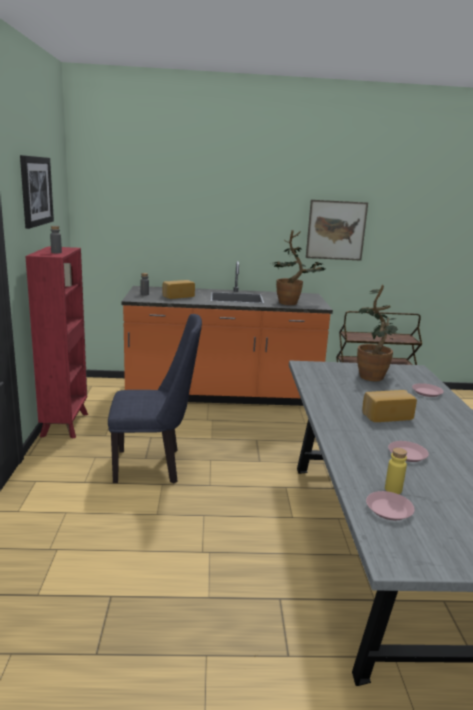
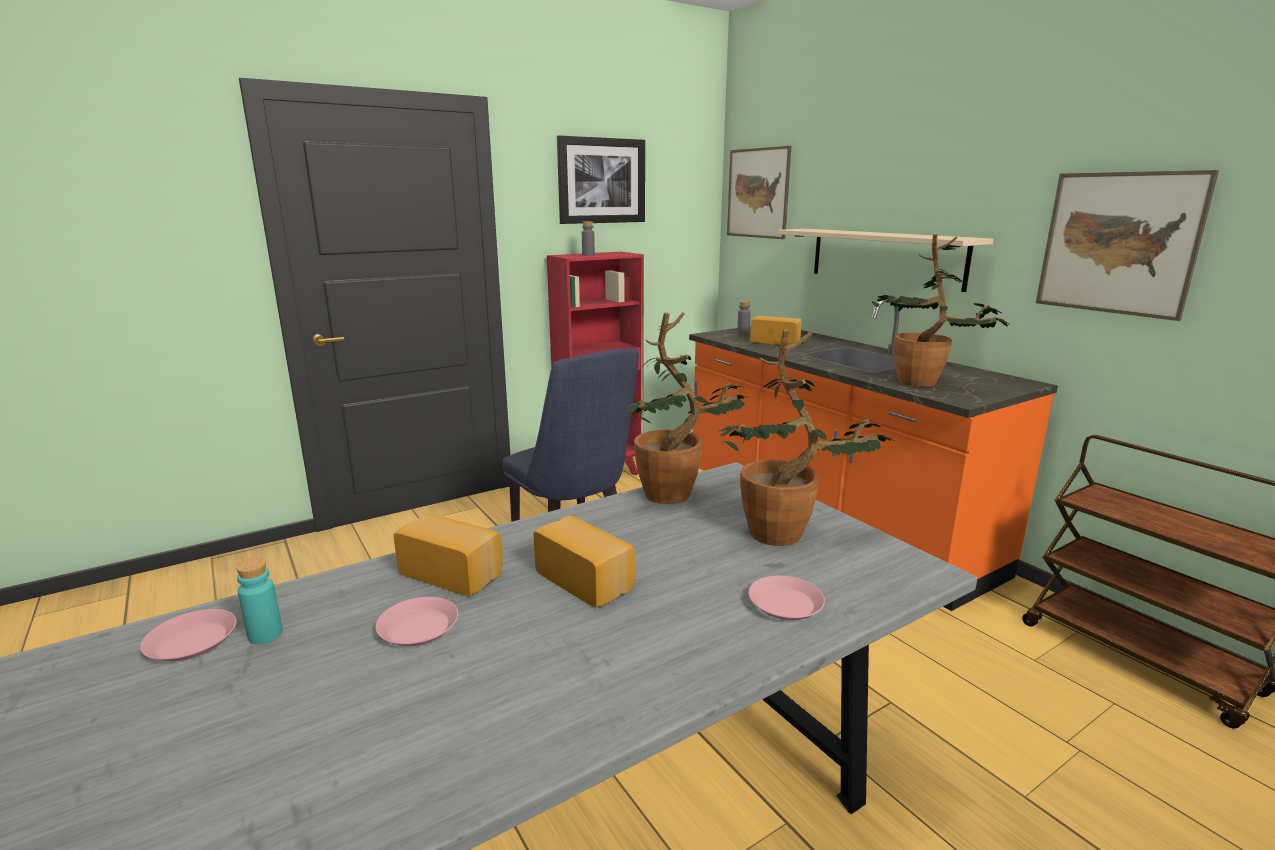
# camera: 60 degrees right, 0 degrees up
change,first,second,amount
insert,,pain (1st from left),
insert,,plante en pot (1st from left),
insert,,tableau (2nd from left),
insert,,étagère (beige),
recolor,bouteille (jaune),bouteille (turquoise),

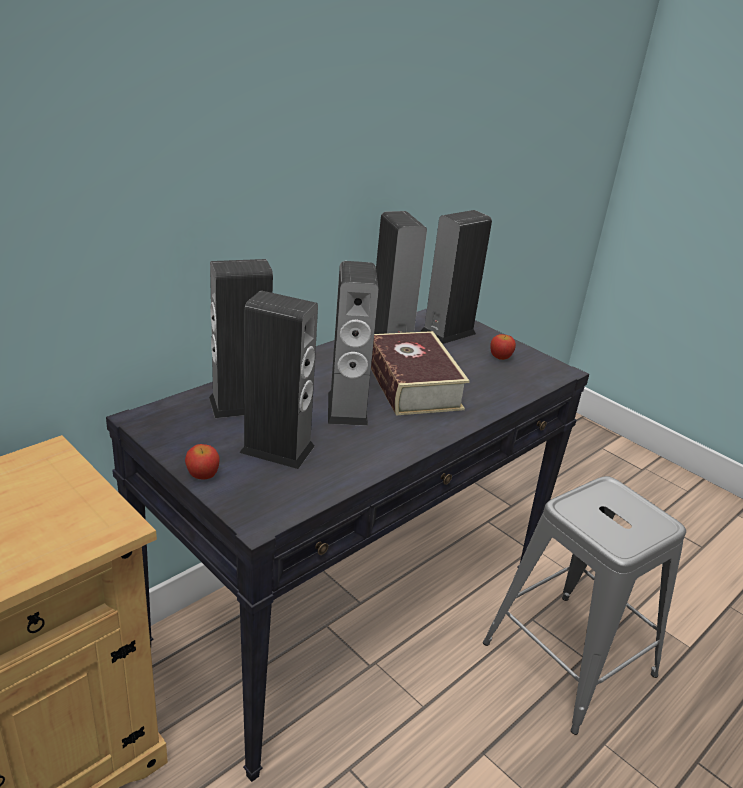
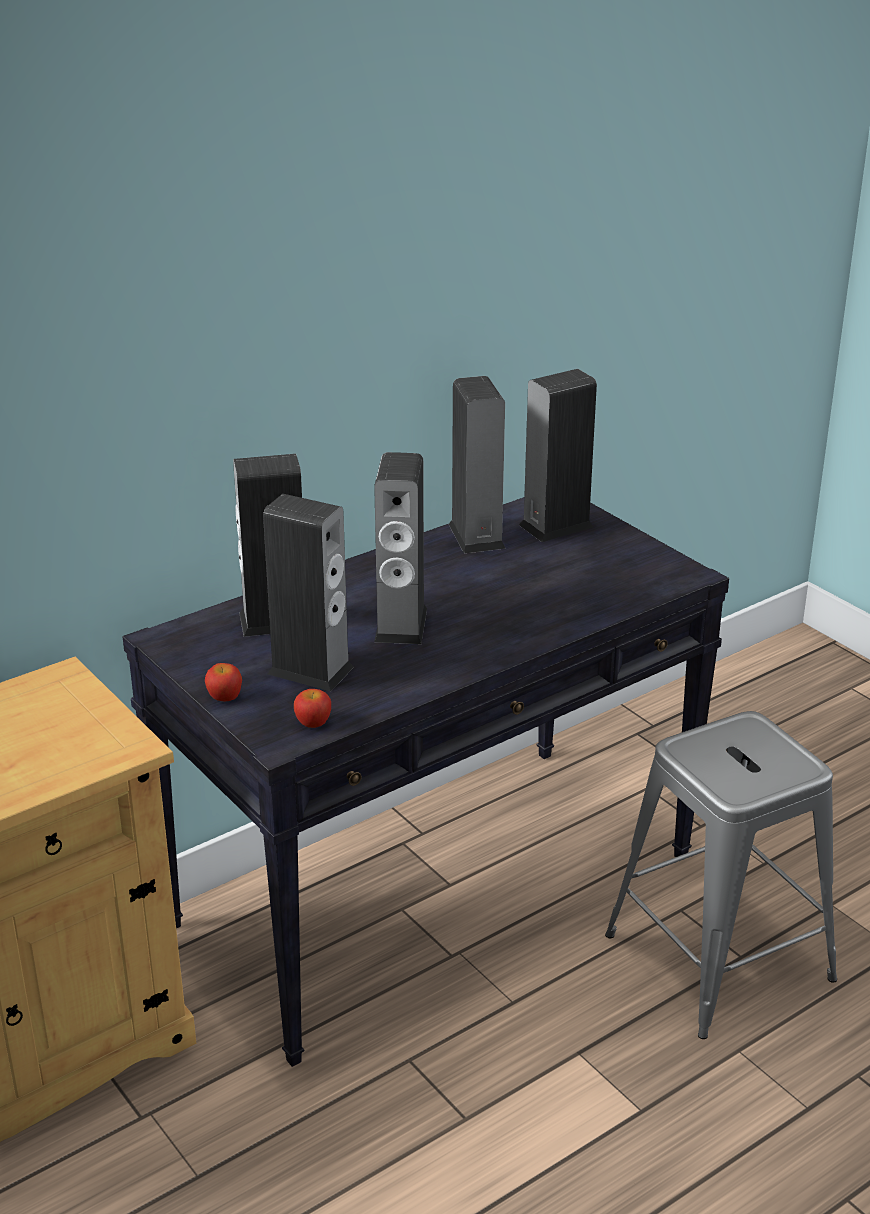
# camera: 10 degrees right, 0 degrees up
change,first,second,amount
delete,livre,,
move,pomme (2nd from left),,

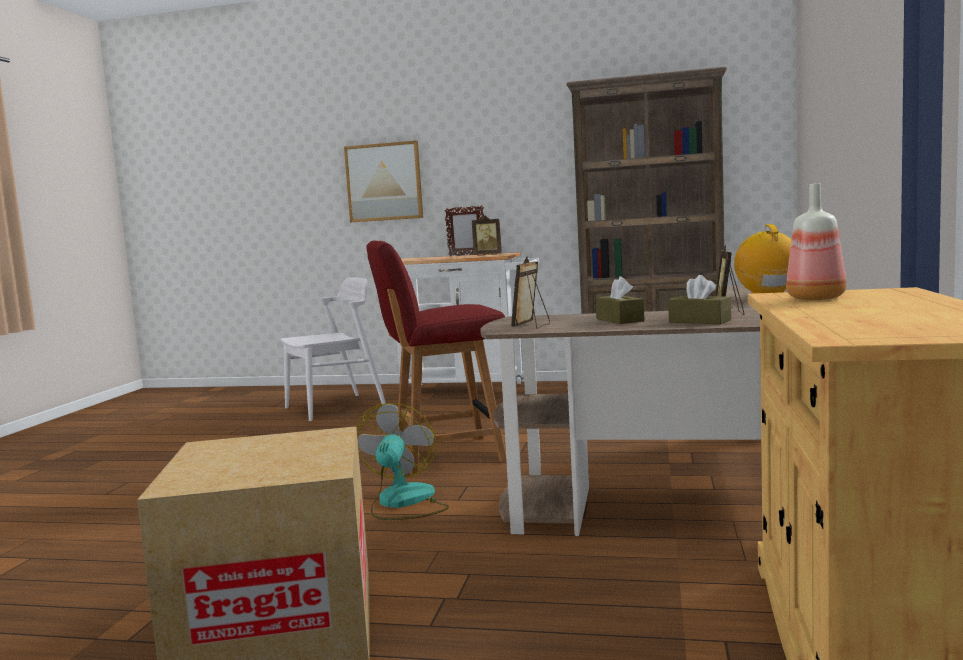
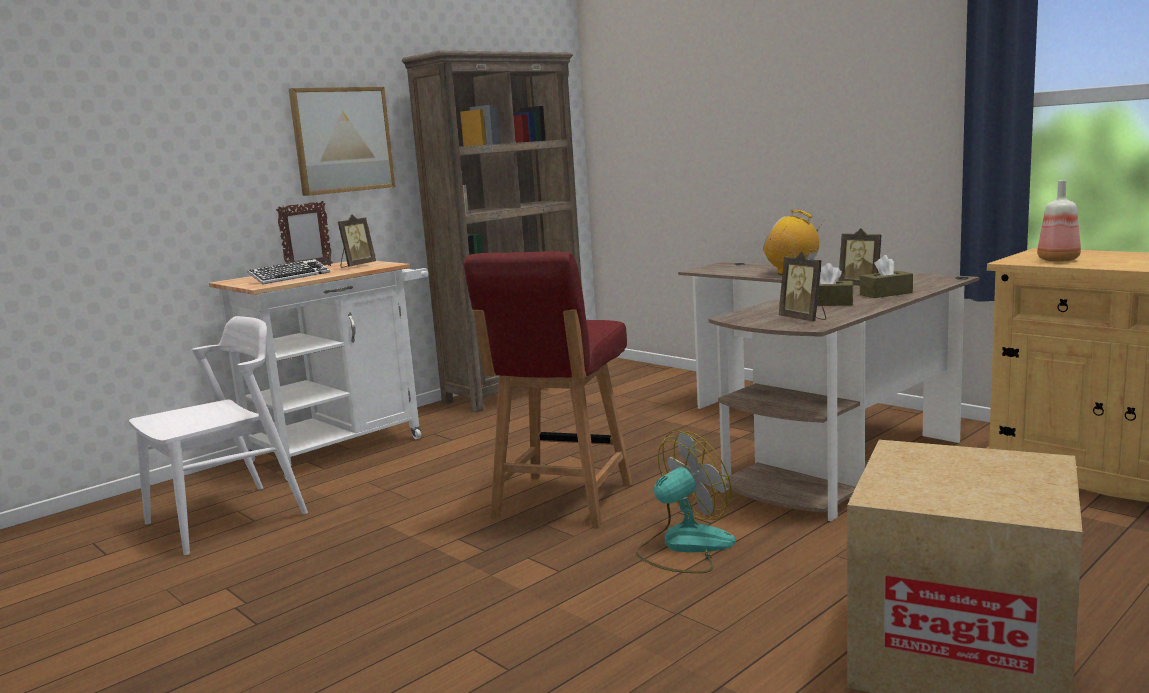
# camera: 55 degrees left, 5 degrees up
change,first,second,amount
insert,,clavier,
move,tableau,,
rotate,chaise (blanc),,45 degrees clockwise
rotate,ventilateur,,105 degrees clockwise

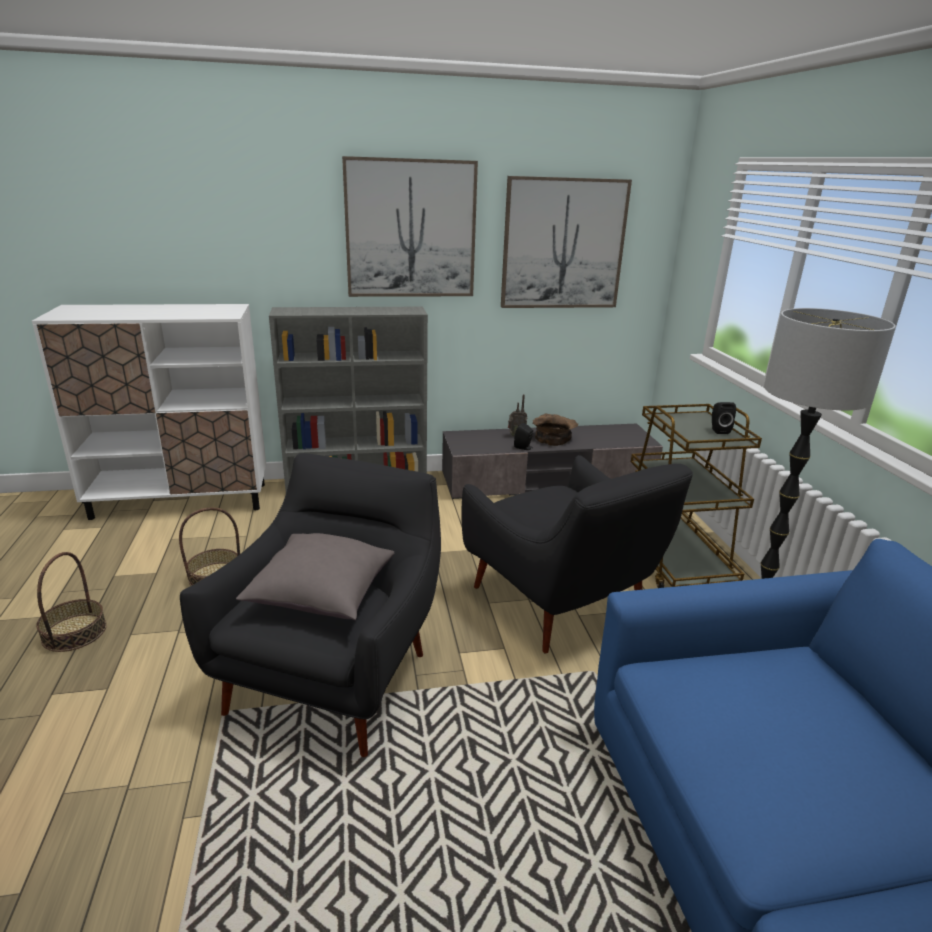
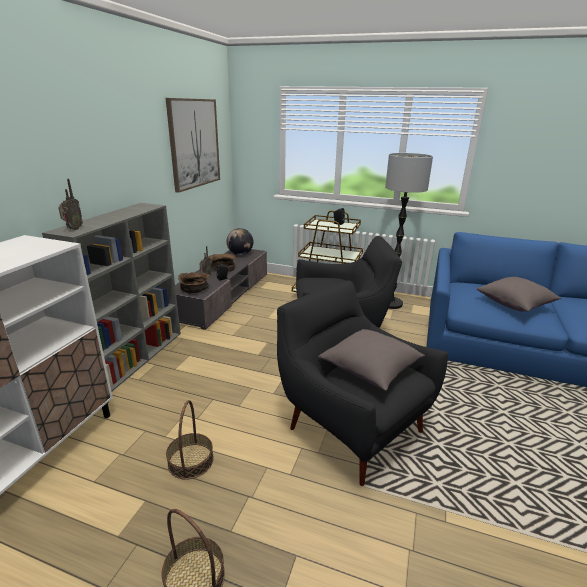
# camera: 60 degrees left, 0 degrees up
change,first,second,amount
delete,tableau (1st from left),,
insert,,radio (1st from left),
insert,,bol (marron) (1st from left),
insert,,globe,
insert,,coussin (gris) (2nd from left),

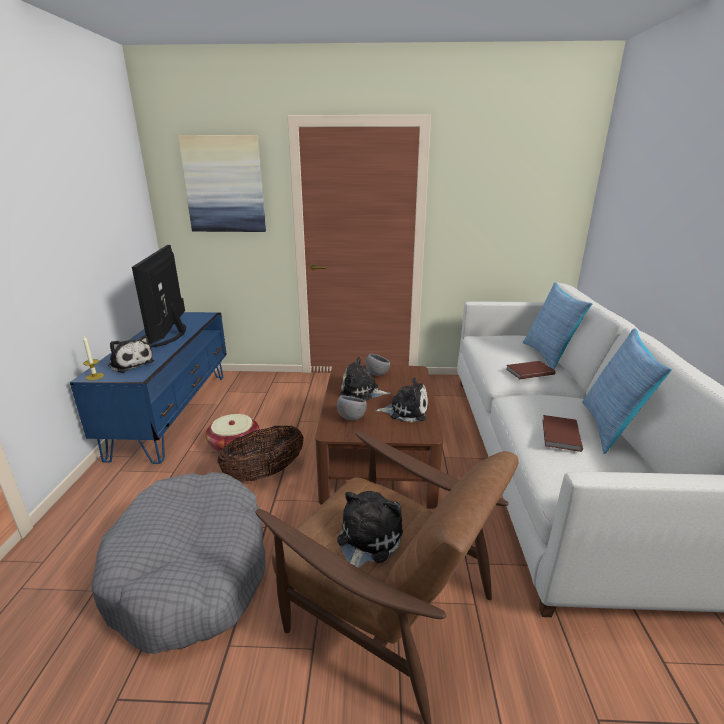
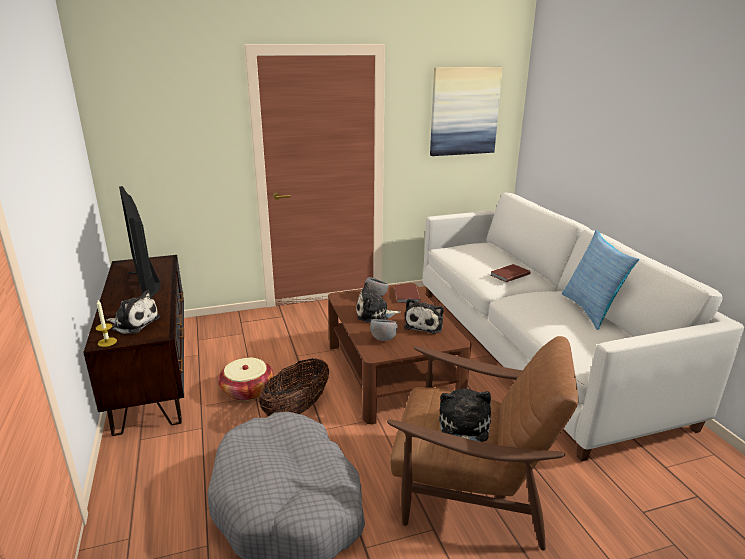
# camera: 20 degrees left, 0 degrees up
change,first,second,amount
delete,coussin (1st from left),,
move,tableau,,
move,livre (marron) (2nd from left in the first image),livre (marron) (1st from left),
recolor,meuble télé (bleu),meuble télé (marron),
rotate,peluche (4th from left in the first image),peluche (3rd from left),120 degrees clockwise

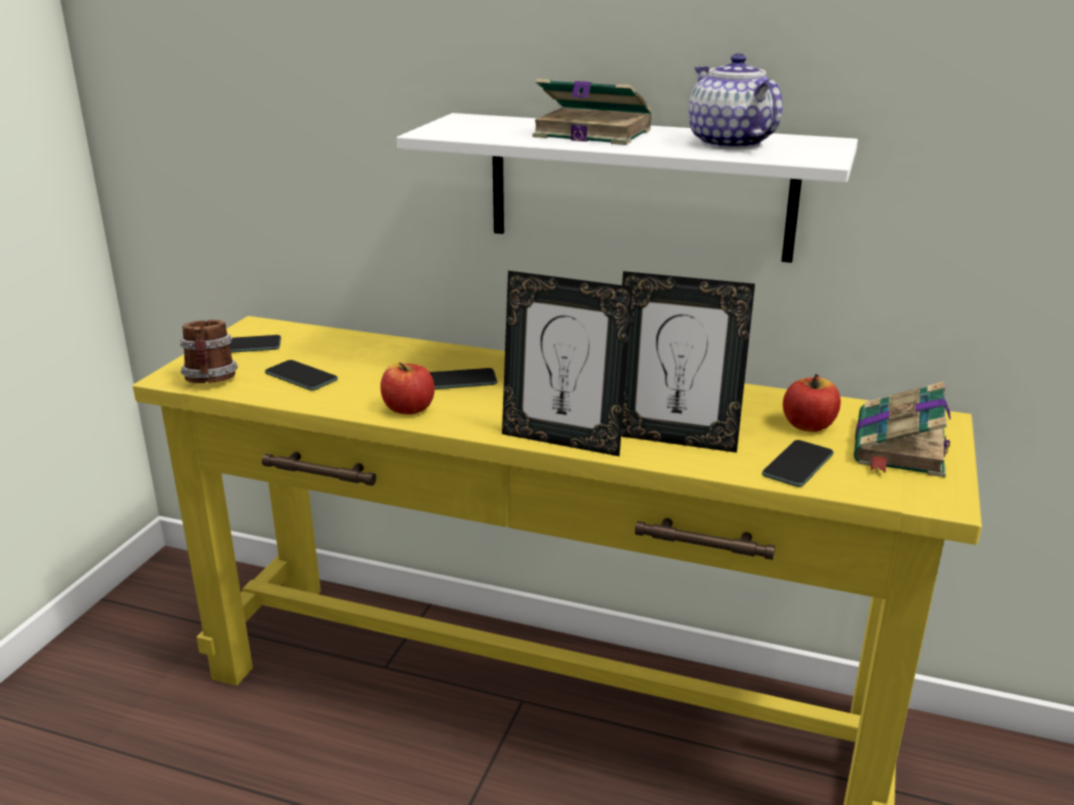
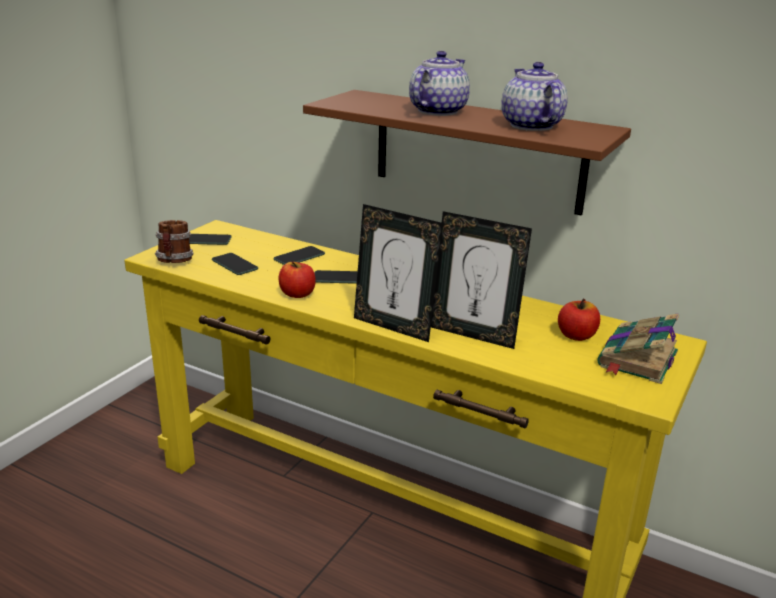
# camera: 10 degrees right, 0 degrees up
change,first,second,amount
move,téléphone (4th from left in the first image),téléphone (3rd from left),
replace,livre (1st from left),théière (1st from left),
recolor,étagère (blanc),étagère (marron),

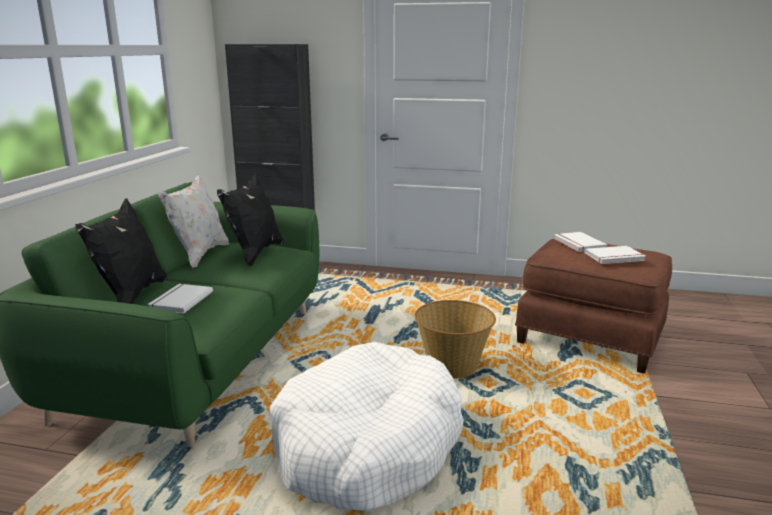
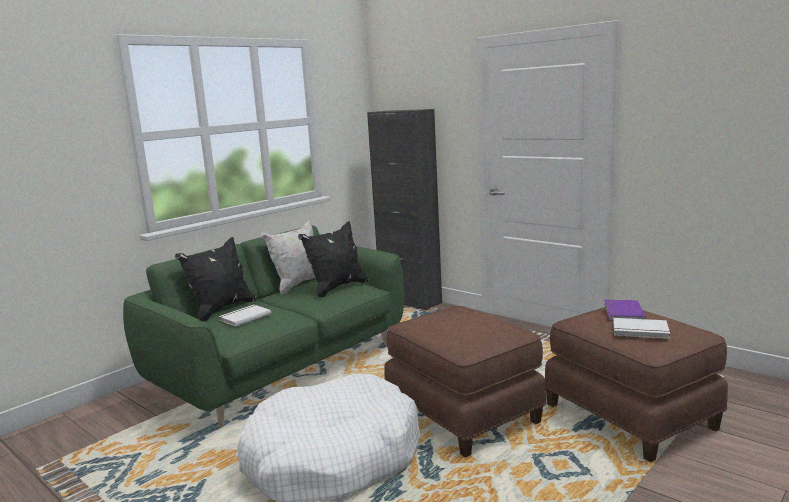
# camera: 30 degrees right, 5 degrees down
change,first,second,amount
replace,panier,pouf (marron) (1st from left),
recolor,livre (blanc) (2nd from left),livre (violet),

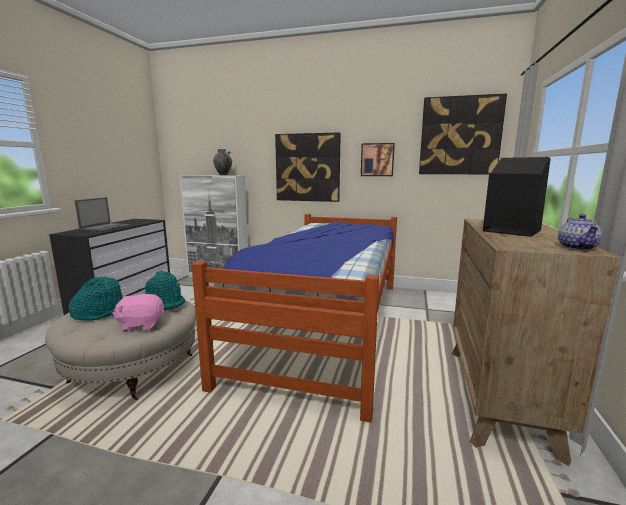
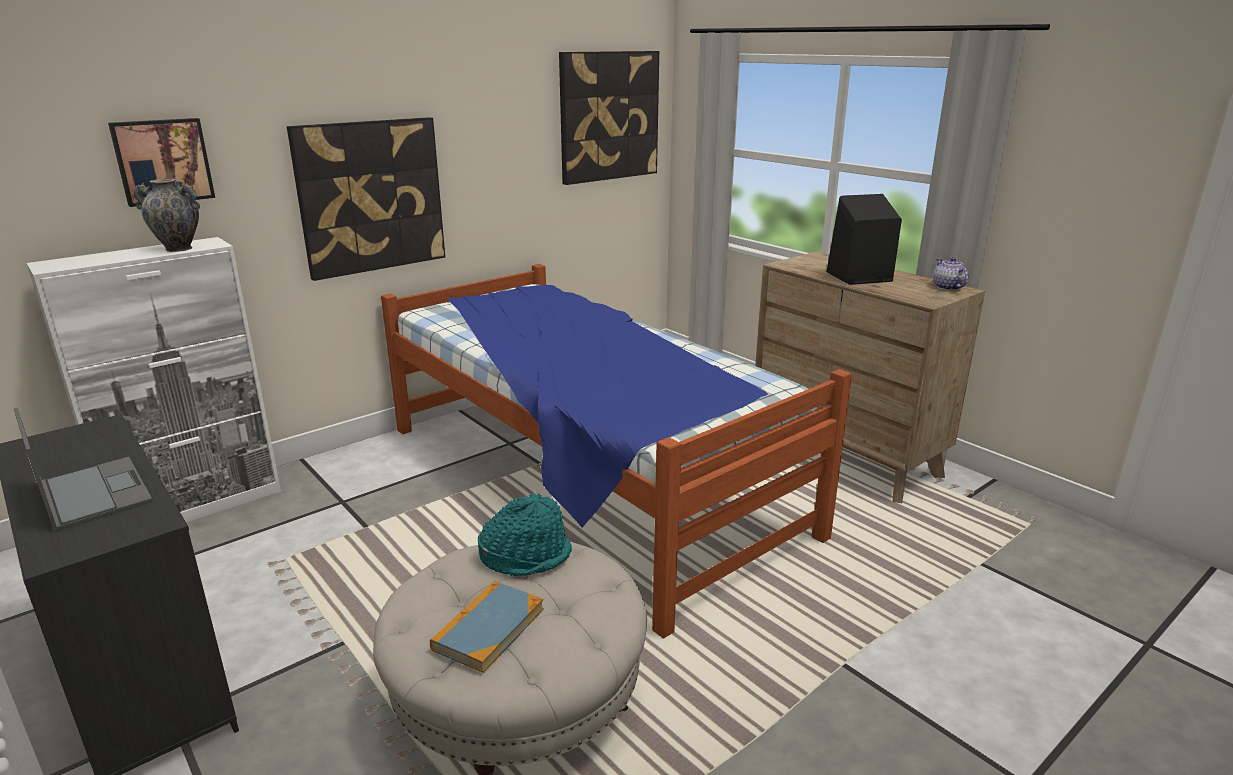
# camera: 55 degrees left, 10 degrees up
change,first,second,amount
delete,peluche (rose),,
move,tableau (2nd from left in the first image),tableau (1st from left),
replace,chapeau (turquoise) (1st from left),livre,
rotate,théière,,150 degrees counterclockwise

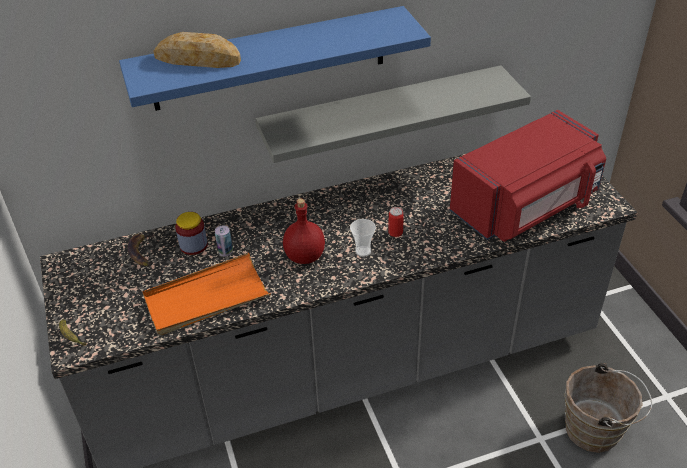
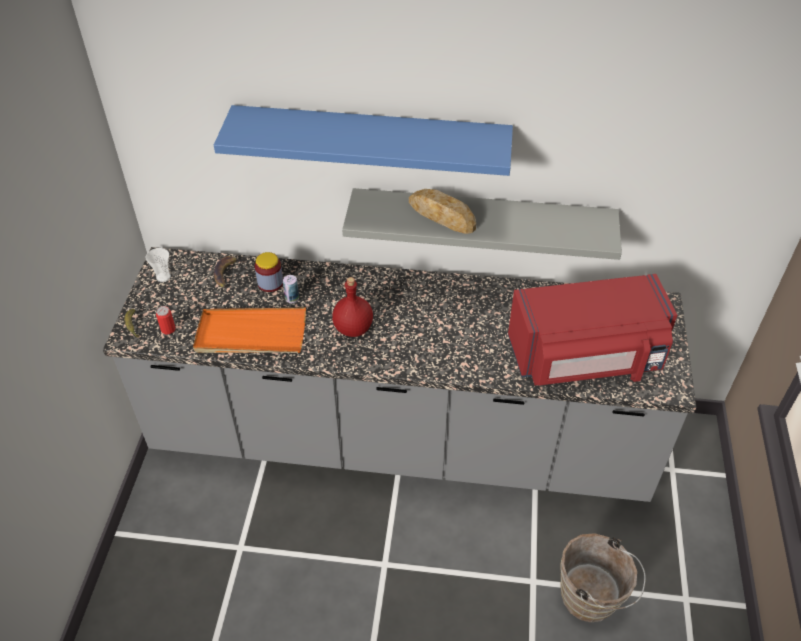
# camera: 25 degrees right, 5 degrees up
change,first,second,amount
move,pain,,
move,tasse,,
move,boîte métallique (2nd from left in the first image),boîte métallique (1st from left),

